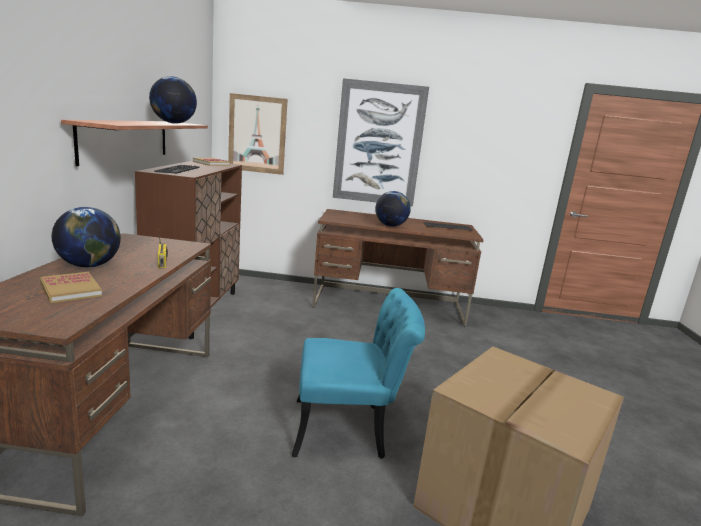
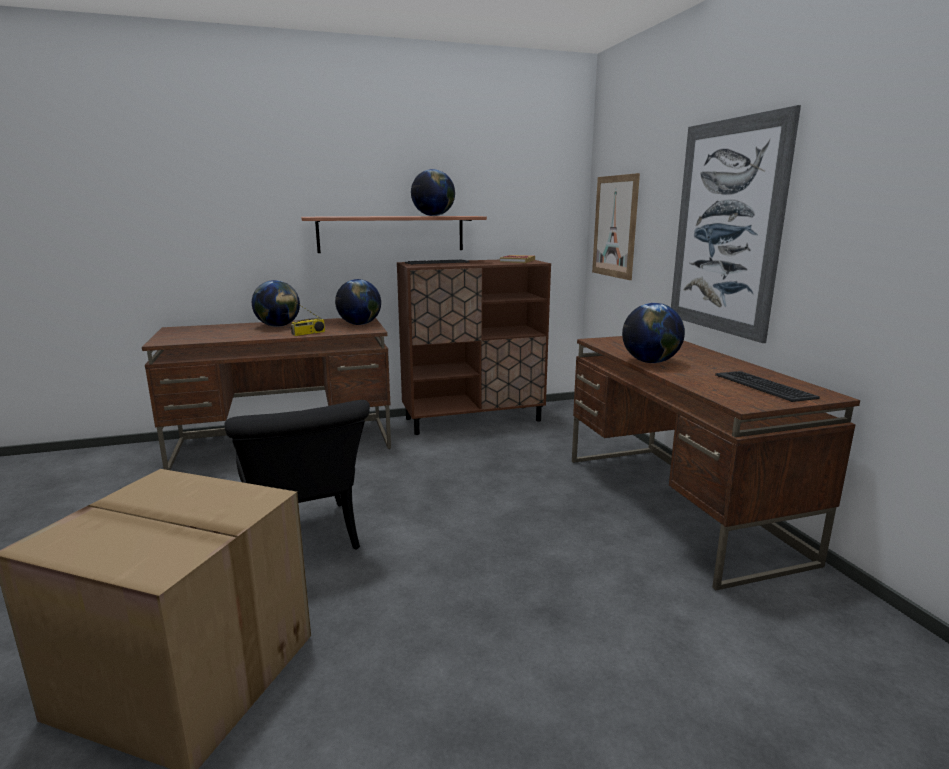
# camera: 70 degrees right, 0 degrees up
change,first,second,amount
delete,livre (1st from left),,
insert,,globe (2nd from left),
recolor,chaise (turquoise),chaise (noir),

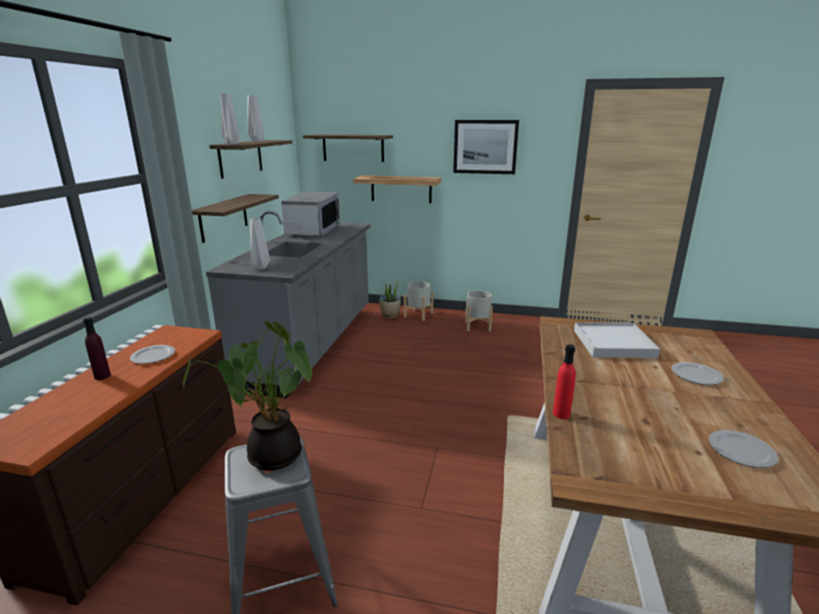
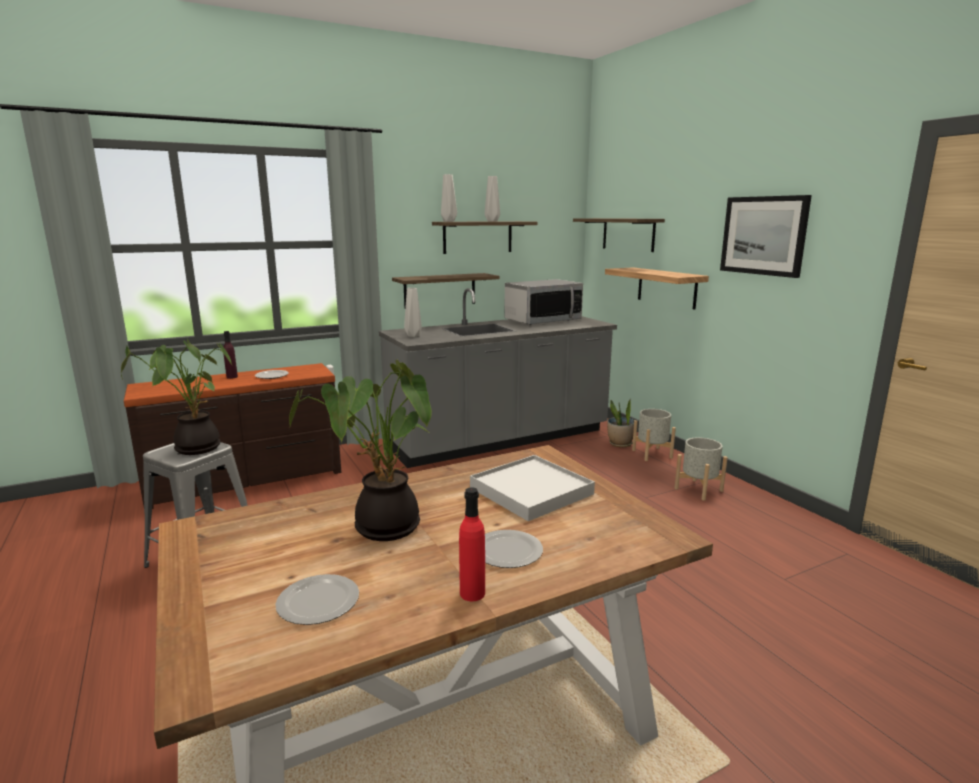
# camera: 50 degrees right, 5 degrees down
change,first,second,amount
insert,,plante en pot (2nd from left),
move,bouteille (rouge),,

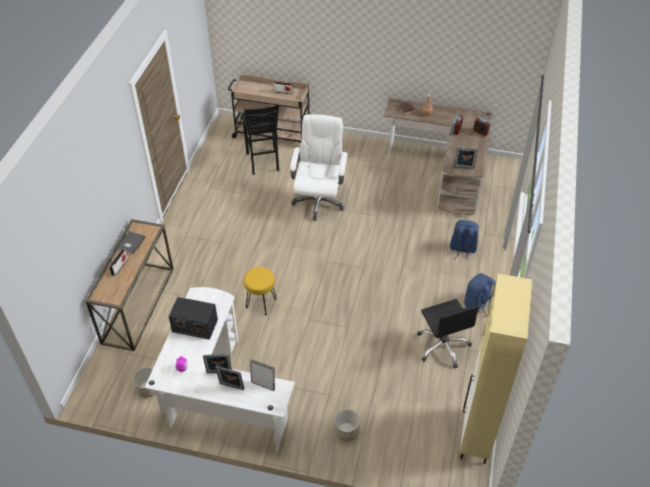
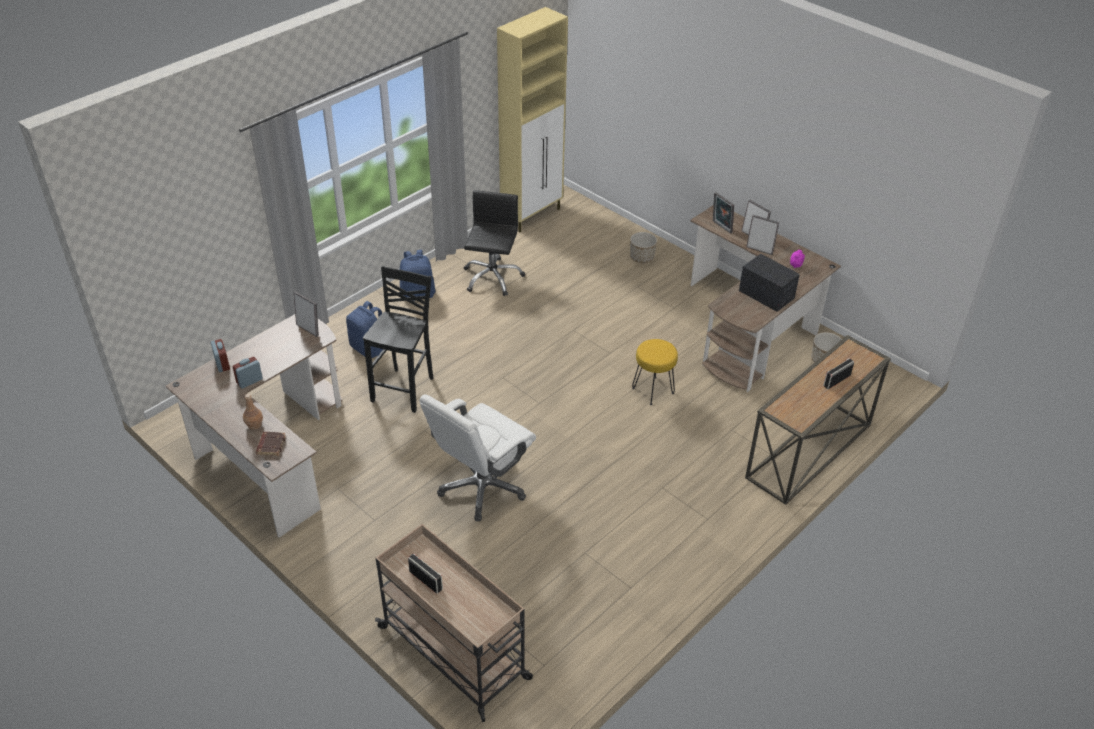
# camera: 150 degrees left, 5 degrees down
change,first,second,amount
delete,livre (gris),,
move,tabouret (noir),,
recolor,bureau (blanc),bureau (marron) (2nd from left),

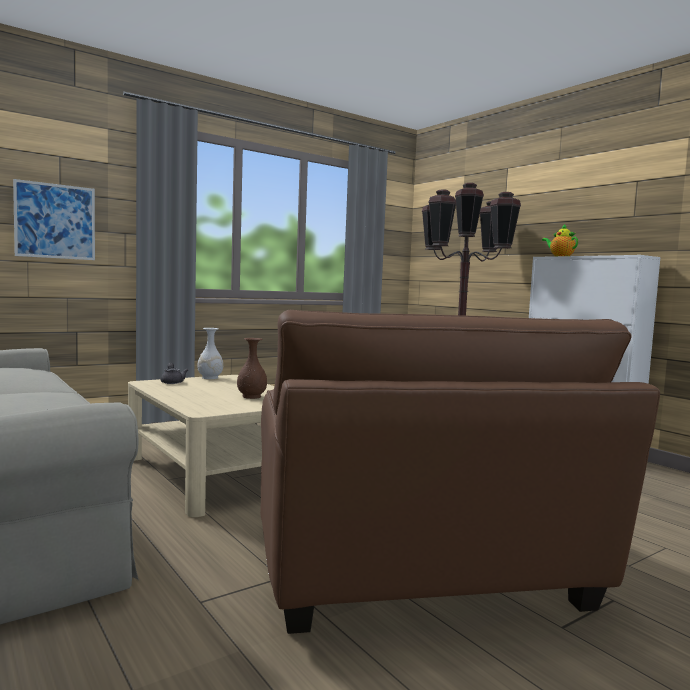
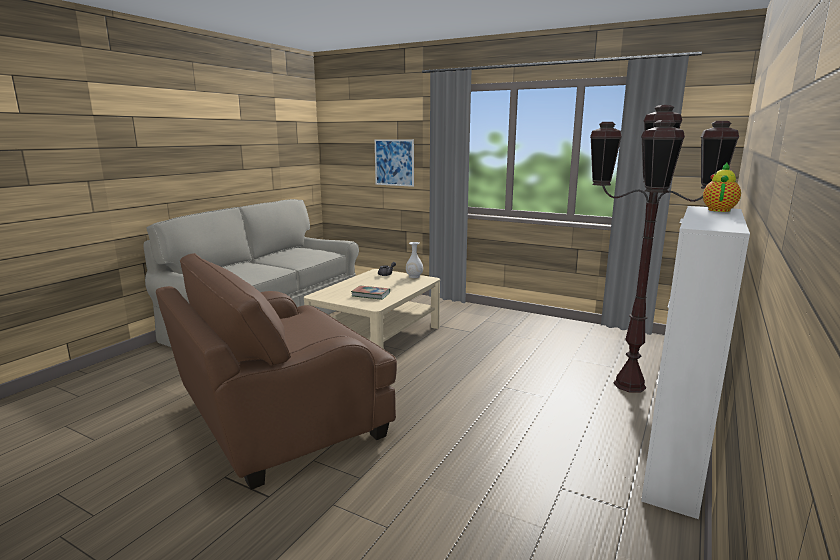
# camera: 65 degrees right, 10 degrees up
change,first,second,amount
replace,vase (marron),livre,

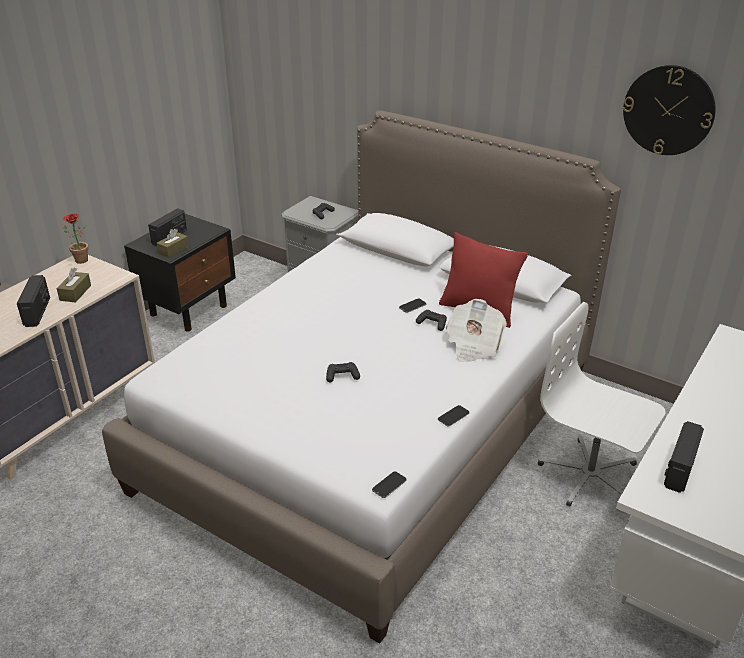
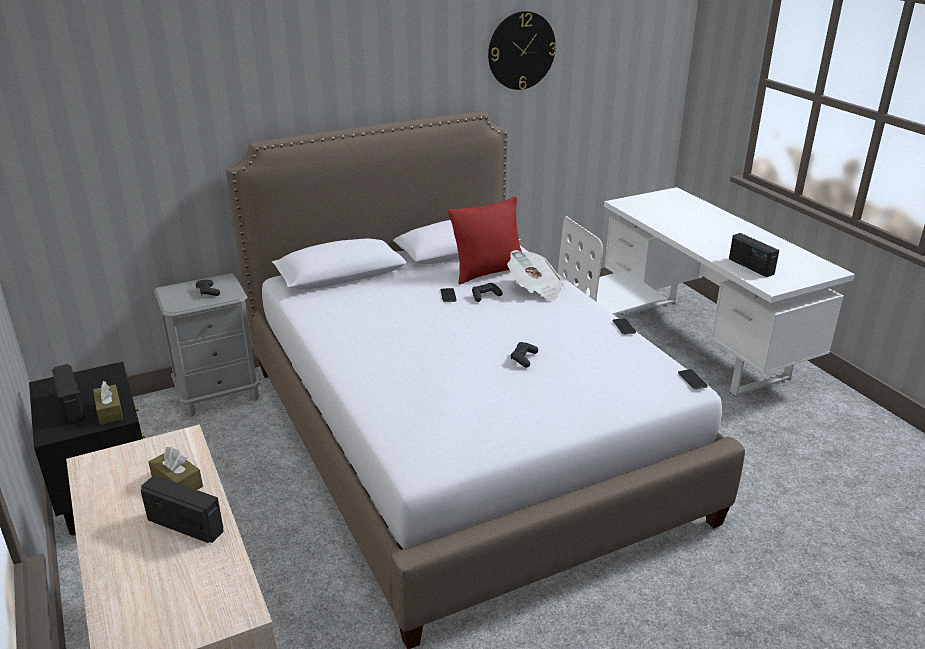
# camera: 60 degrees left, 5 degrees down
change,first,second,amount
delete,plante en pot,,

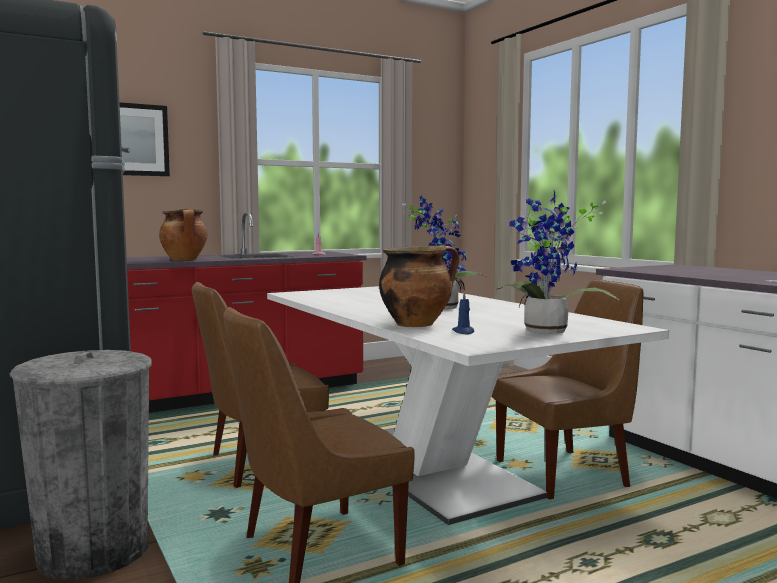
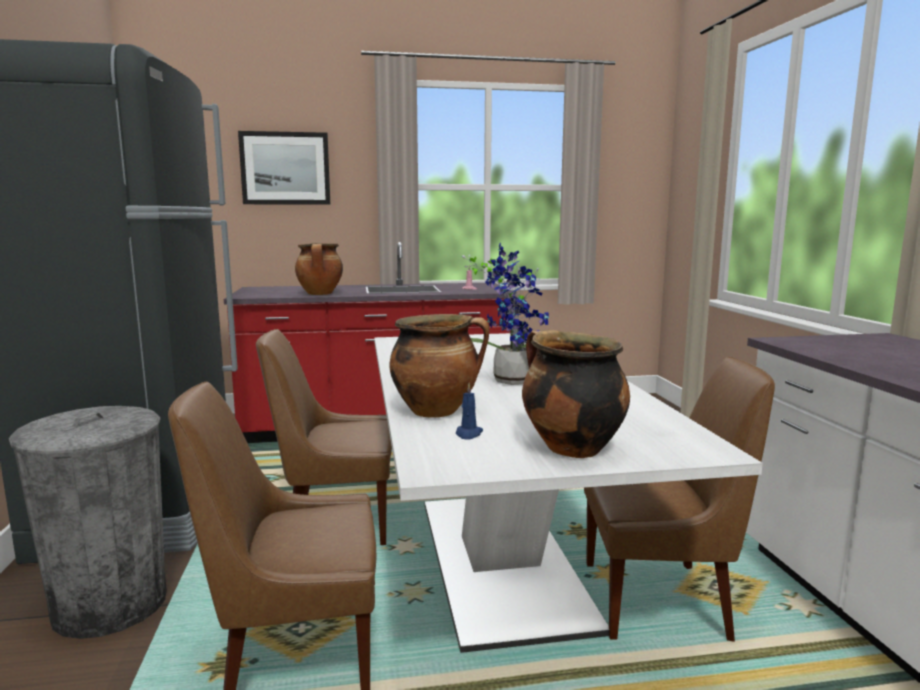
# camera: 20 degrees right, 5 degrees up
change,first,second,amount
replace,plante en pot (2nd from left),marmite (3rd from left),

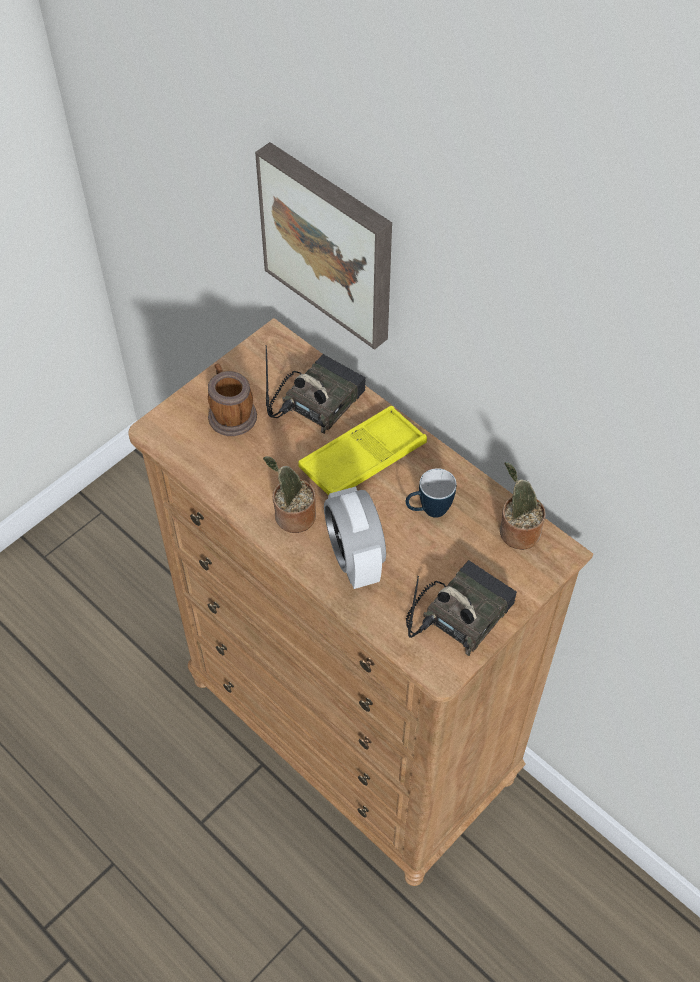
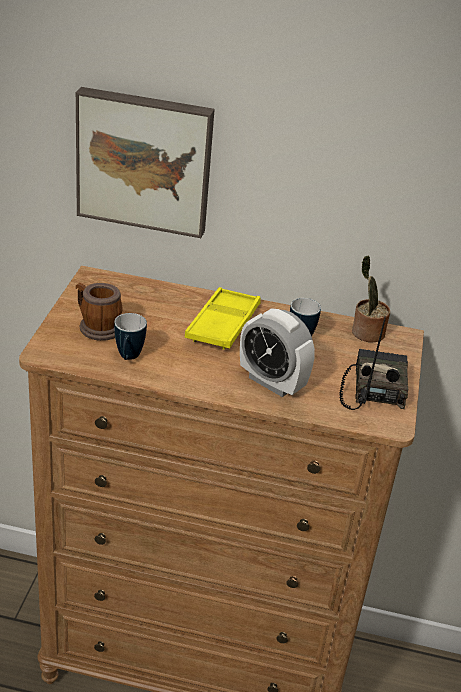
# camera: 35 degrees left, 20 degrees down
change,first,second,amount
delete,plante en pot (1st from left),,
delete,radio (1st from left),,
insert,,mug (2nd from left),

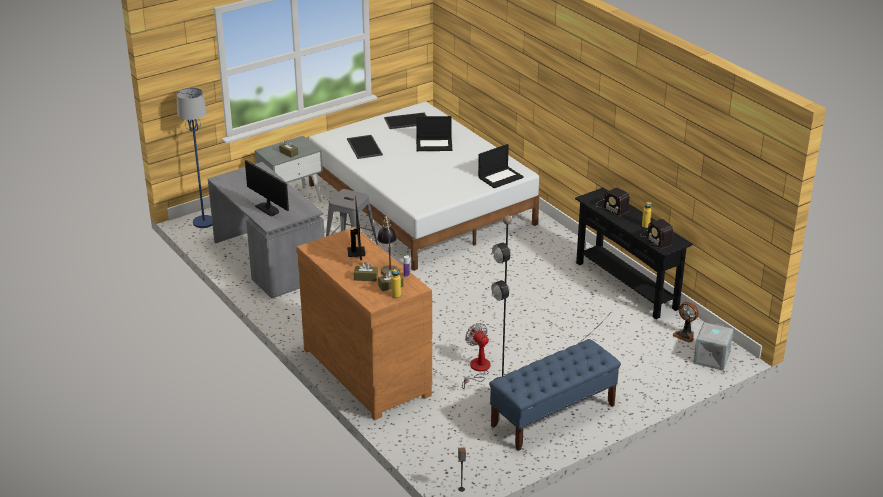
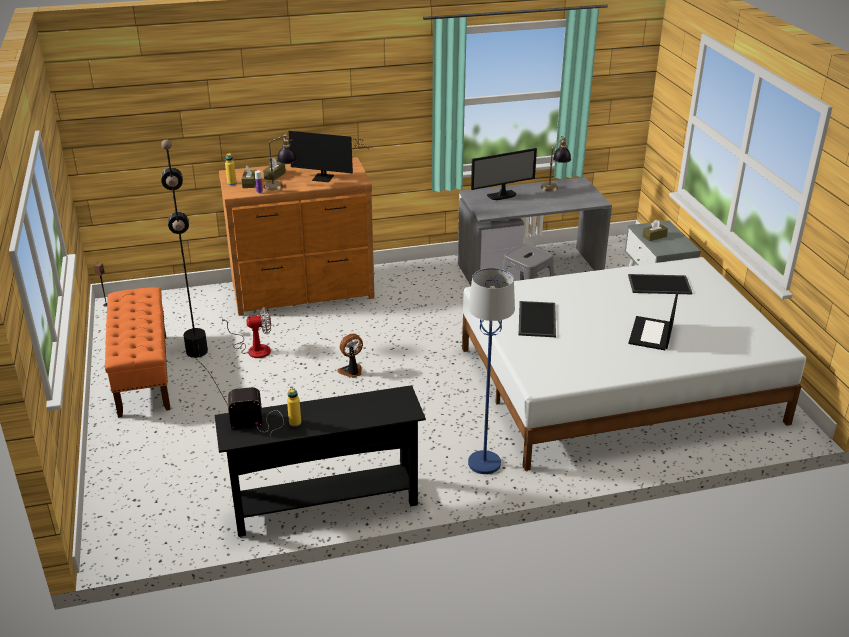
# camera: 110 degrees right, 0 degrees up
change,first,second,amount
delete,ordinateur portable (2nd from left),,
delete,radio (1st from left),,
delete,boîte de rangement (gris),,
insert,,lampe de table (2nd from left),
move,lampadaire (bleu),,
move,plateau (2nd from left in the first image),plateau (1st from left),
move,ventilateur (2nd from left),,
recolor,banc (bleu),banc (orange),

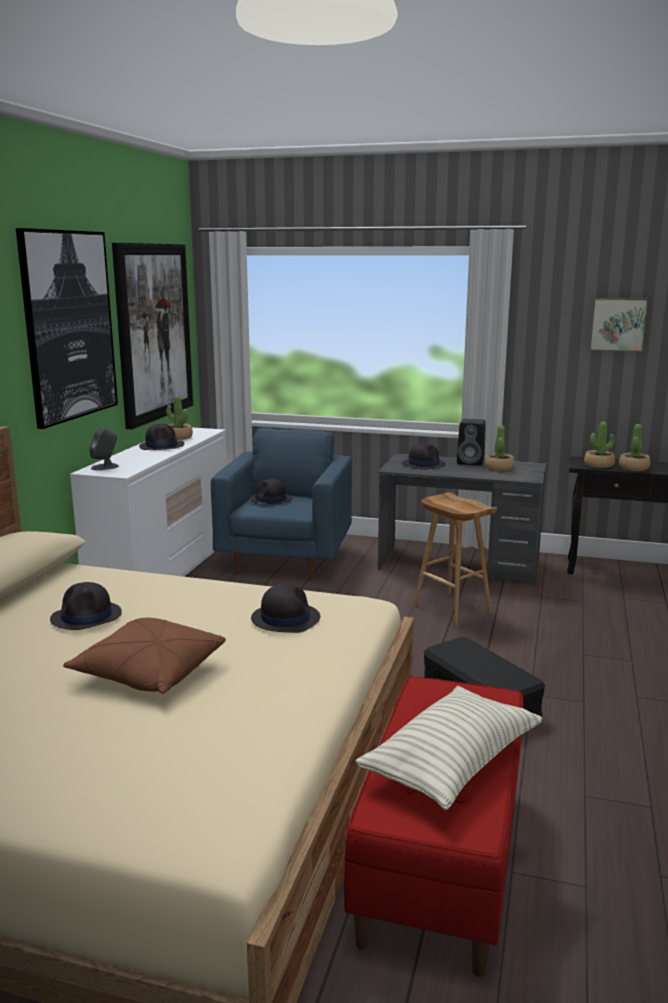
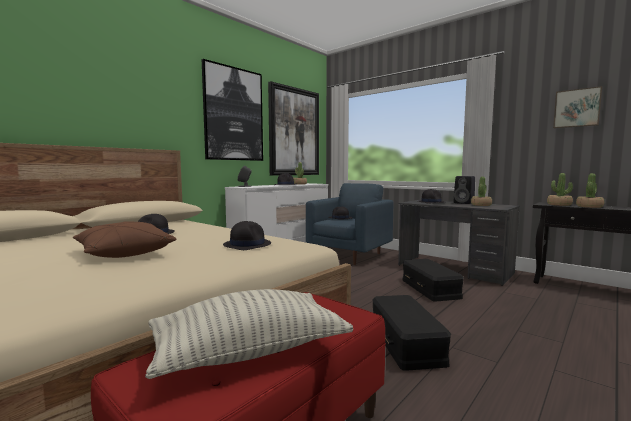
# camera: 25 degrees right, 10 degrees down
change,first,second,amount
replace,tabouret (marron),boîte de rangement (noir) (2nd from left),

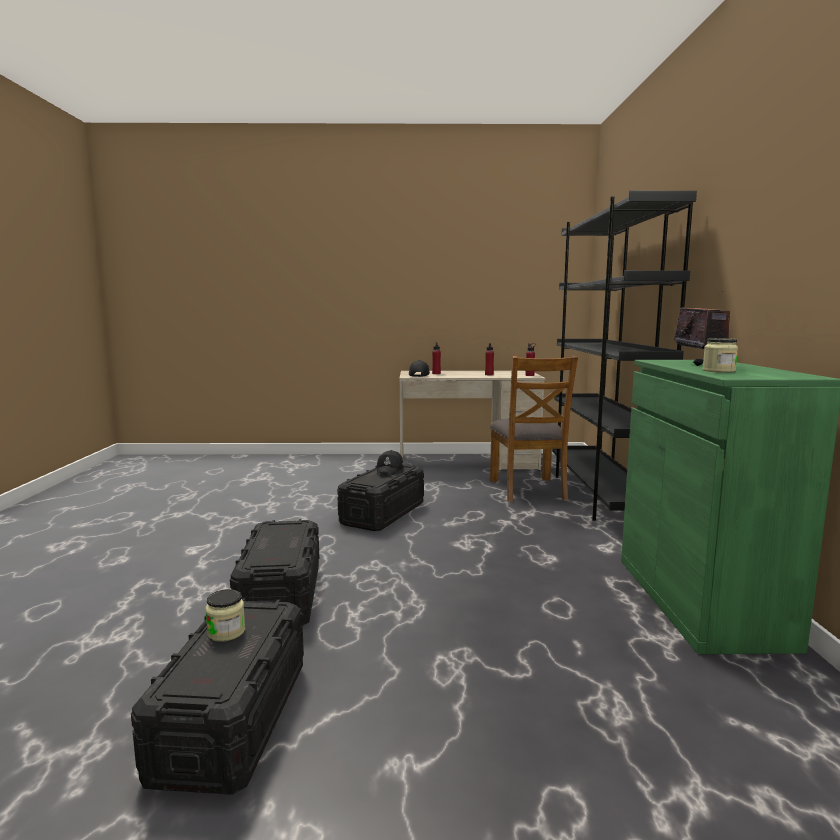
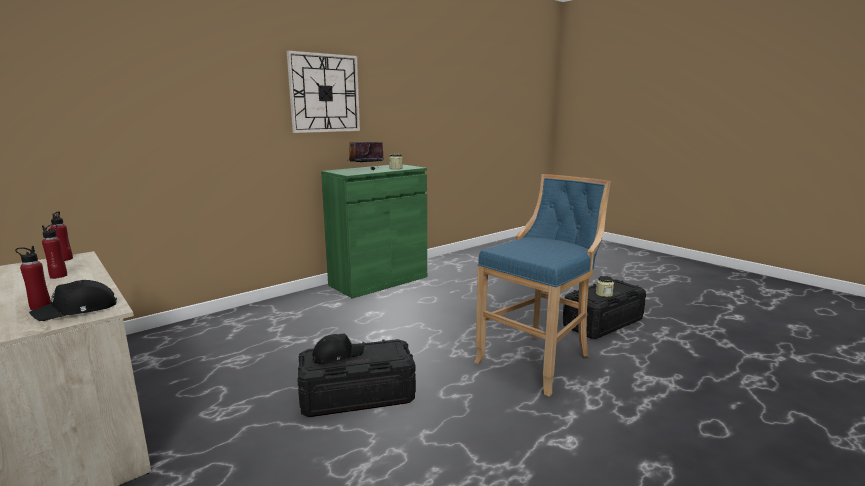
# camera: 130 degrees left, 5 degrees up
change,first,second,amount
delete,chaise (marron),,
delete,bibliothèque (noir),,
insert,,horloge murale,
replace,boîte de rangement (noir) (2nd from left),tabouret (bleu),

